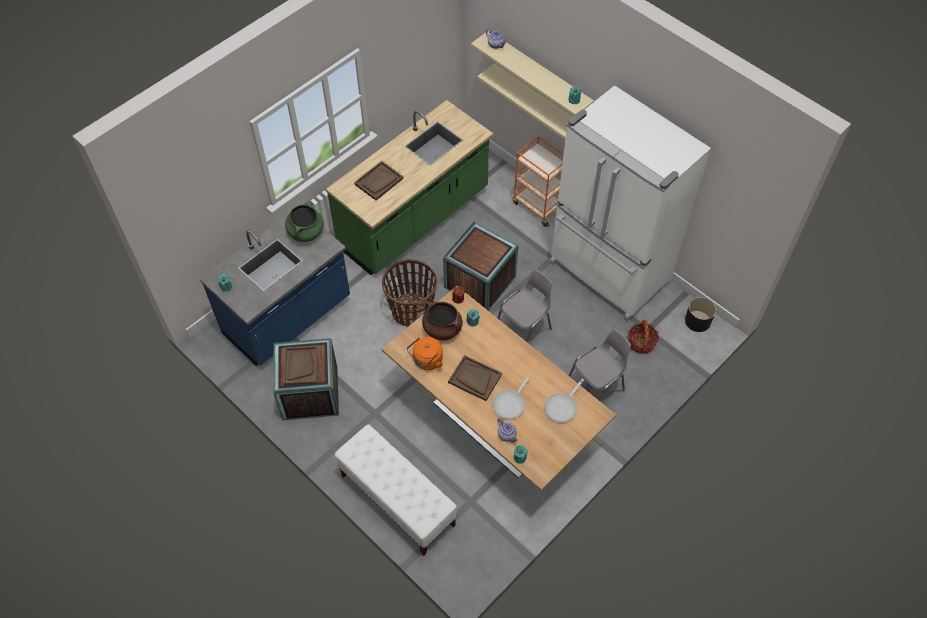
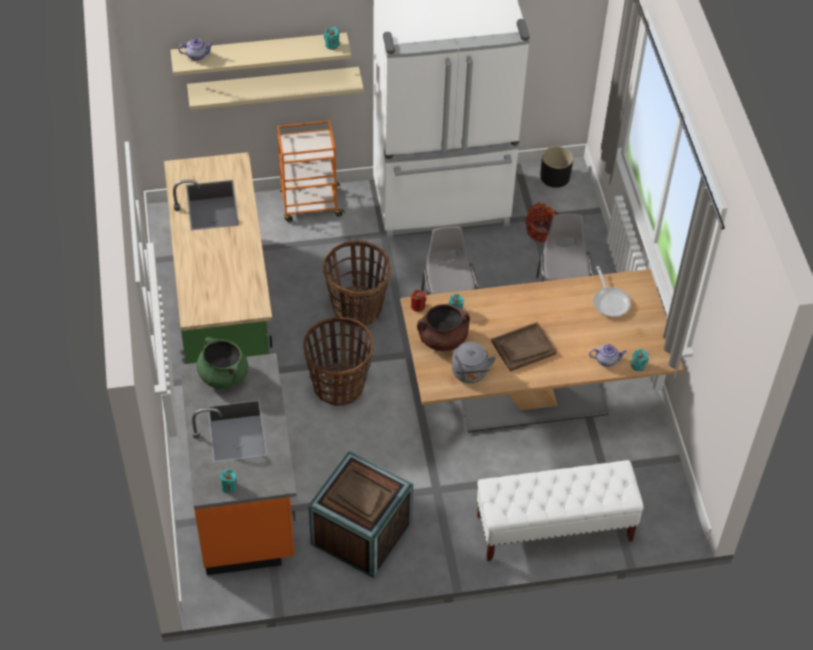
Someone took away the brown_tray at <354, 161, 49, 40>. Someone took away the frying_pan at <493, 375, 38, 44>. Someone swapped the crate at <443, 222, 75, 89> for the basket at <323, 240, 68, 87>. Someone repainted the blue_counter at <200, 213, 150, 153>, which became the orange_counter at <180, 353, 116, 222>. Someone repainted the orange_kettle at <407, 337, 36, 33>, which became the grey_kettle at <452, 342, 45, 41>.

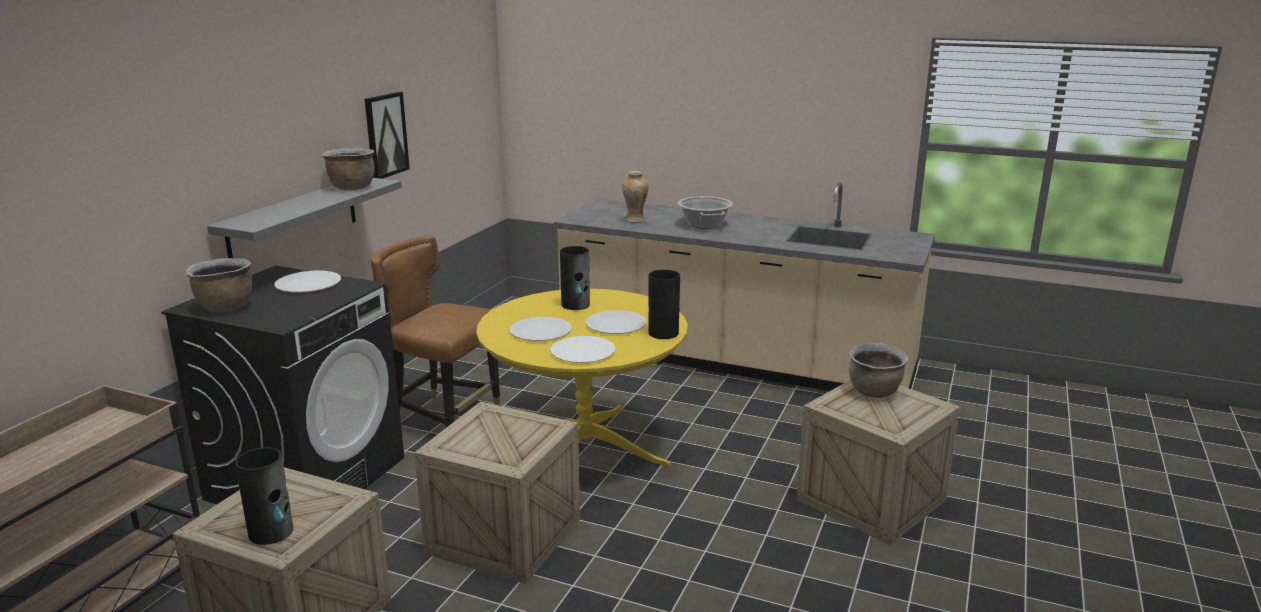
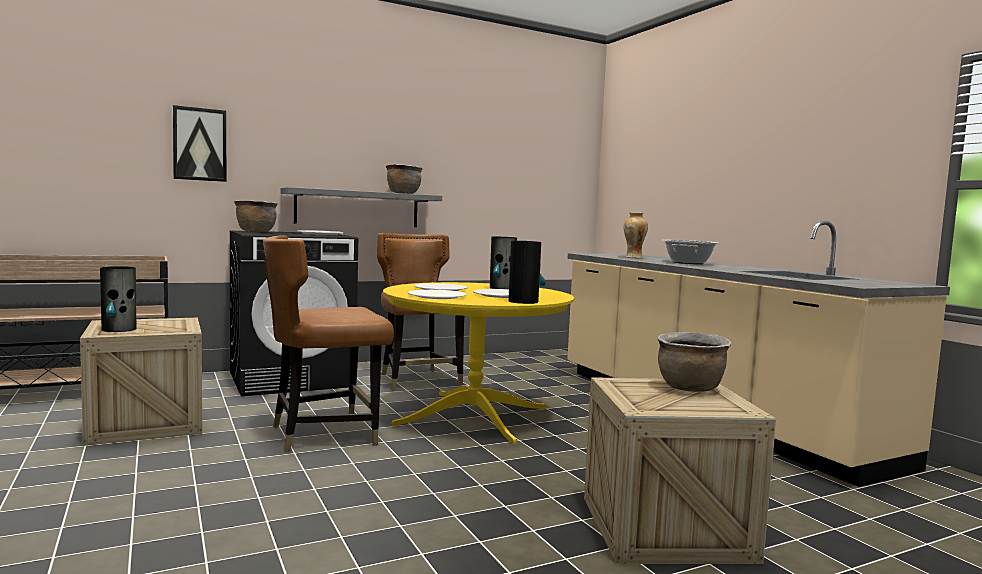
Someone carried the picture from <365, 92, 45, 87> to <173, 105, 53, 77>. Someone swapped the crate at <414, 401, 166, 183> for the brown_chair at <263, 235, 131, 217>.

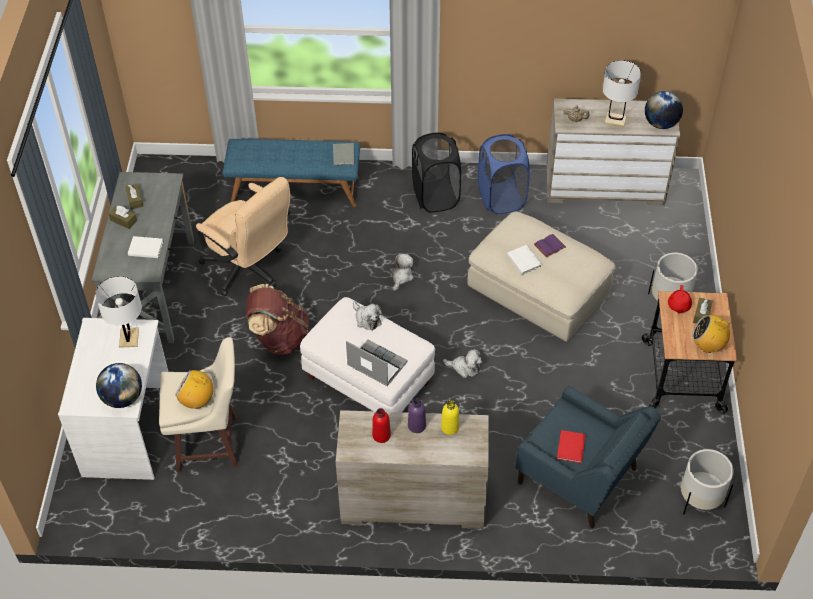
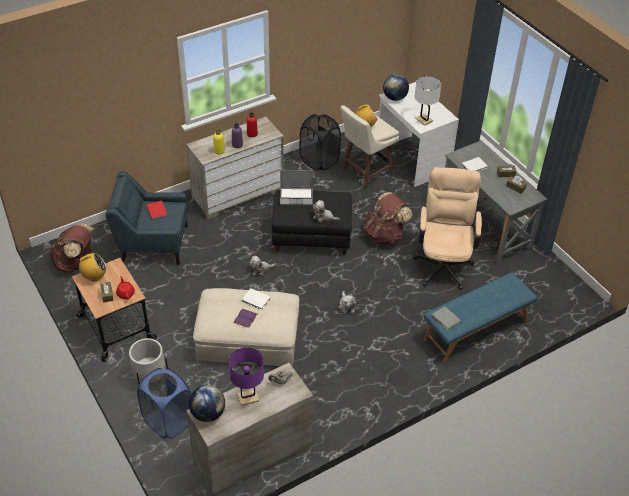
Someone carried the black_laundry_basket from <412, 133, 49, 80> to <300, 114, 41, 57>. Someone carried the blue_laundry_basket from <478, 134, 52, 80> to <137, 368, 54, 71>. Someone swapped the white_planter at <681, 449, 53, 66> for the brown_backpack at <49, 223, 45, 50>. Someone repainted the white_ottoman at <300, 297, 135, 115>, which became the black_ottoman at <272, 190, 80, 64>. Someone repainted the white_table_lamp at <603, 60, 38, 67>, which became the purple_table_lamp at <229, 348, 35, 58>. Someone rotated the beige_office_chair at <196, 177, 95, 120> by 90 degrees clockwise.

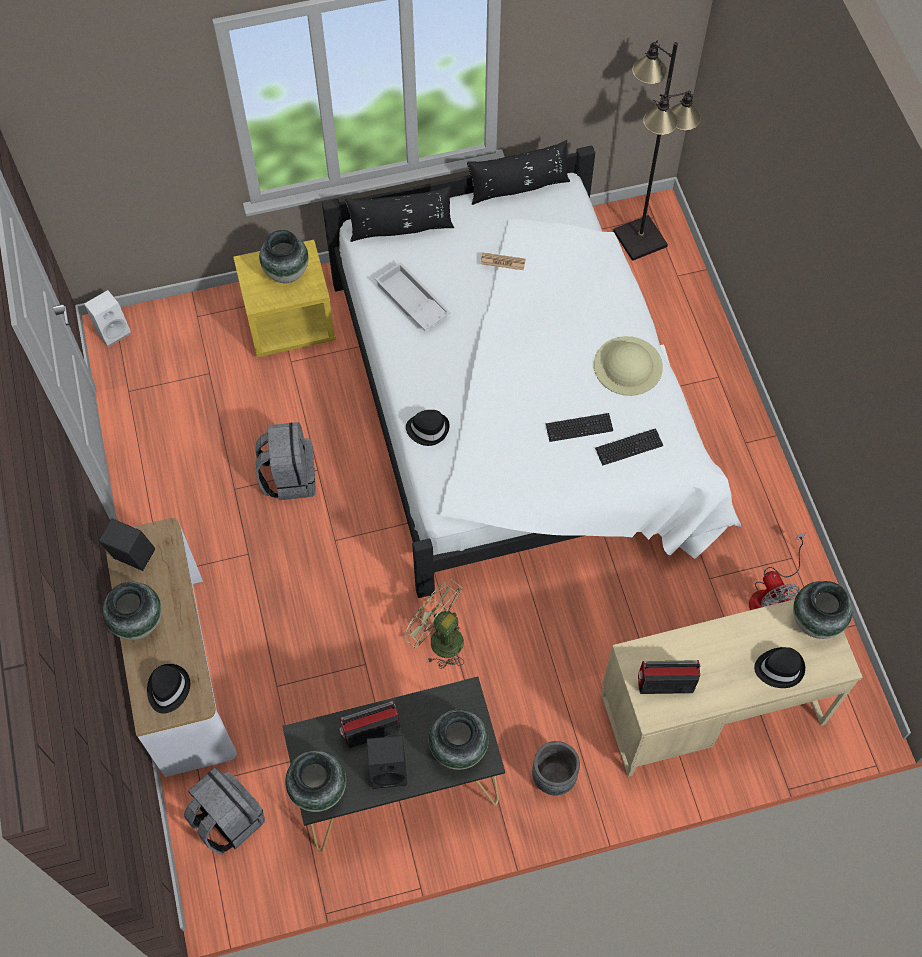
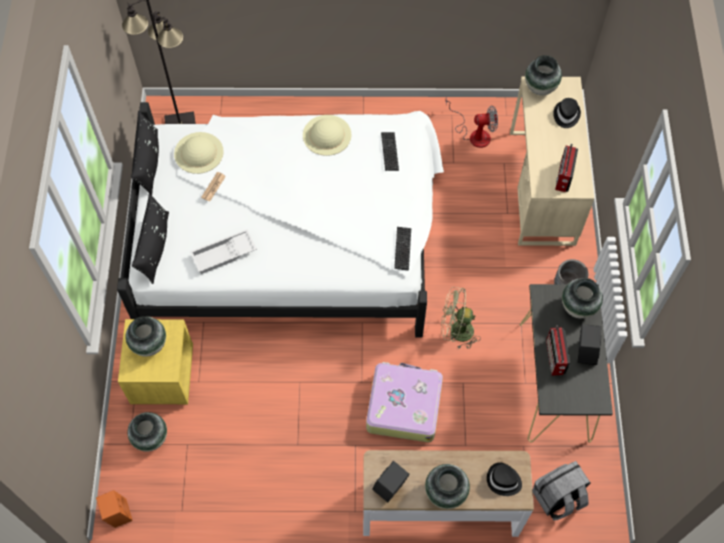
Someone took away the grey_backpack at <256, 422, 60, 78>. Someone took away the black_hat at <406, 410, 44, 36>. Someone put down the beige_hat at <174, 132, 50, 42>. Someone put down the suitcase at <366, 362, 77, 80>. Someone carried the vase from <285, 750, 61, 62> to <127, 412, 40, 39>. Someone carried the keyboard from <546, 413, 67, 29> to <394, 227, 17, 44>. Someone repainted the white_speaker at <84, 290, 47, 57>, which became the orange_speaker at <96, 490, 37, 38>. Someone rotated the green_fan at <404, 579, 60, 90> by 45 degrees clockwise.

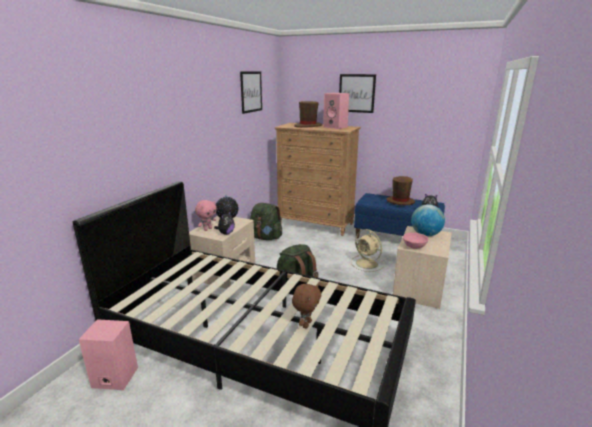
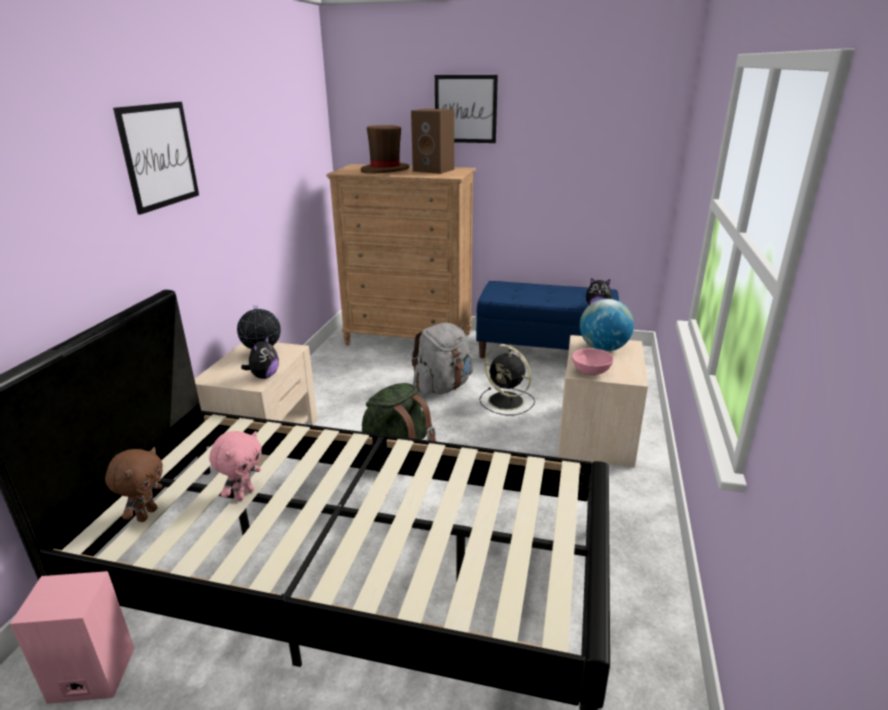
Someone took away the green_backpack at <250, 203, 32, 37>. Someone took away the brown_hat at <386, 176, 29, 29>. Someone put down the grey_backpack at <411, 323, 62, 72>. Someone carried the pink_plush_toy from <195, 200, 22, 31> to <209, 431, 53, 70>. Someone carried the picture from <240, 72, 22, 42> to <113, 102, 86, 113>. Someone carried the brown_plush_toy from <292, 284, 29, 44> to <105, 447, 58, 75>. Someone repainted the pink_speaker at <323, 93, 26, 36>, which became the brown_speaker at <411, 109, 43, 65>. Someone repainted the beige_fan at <351, 229, 33, 43>, which became the black_fan at <479, 345, 56, 70>.

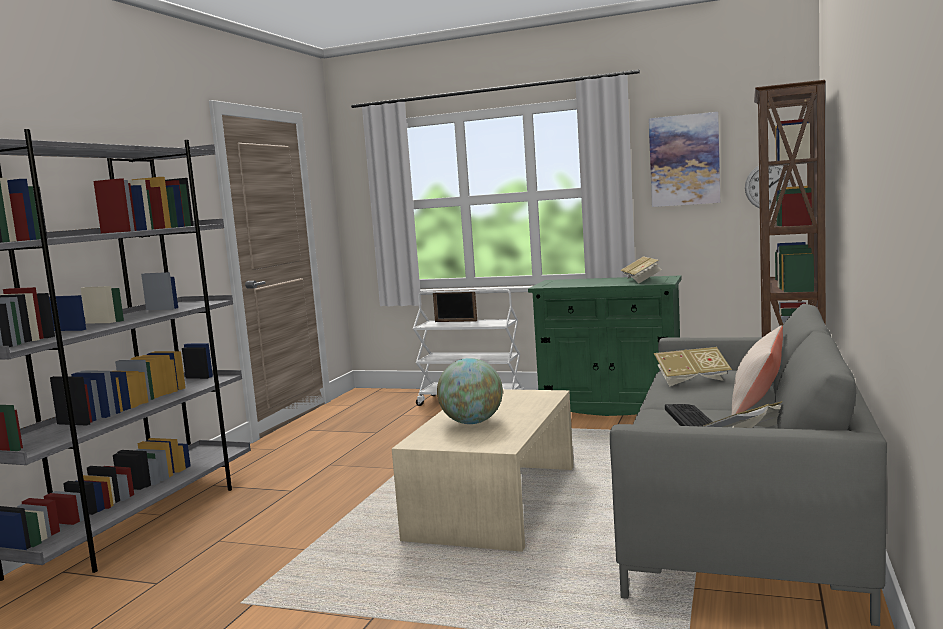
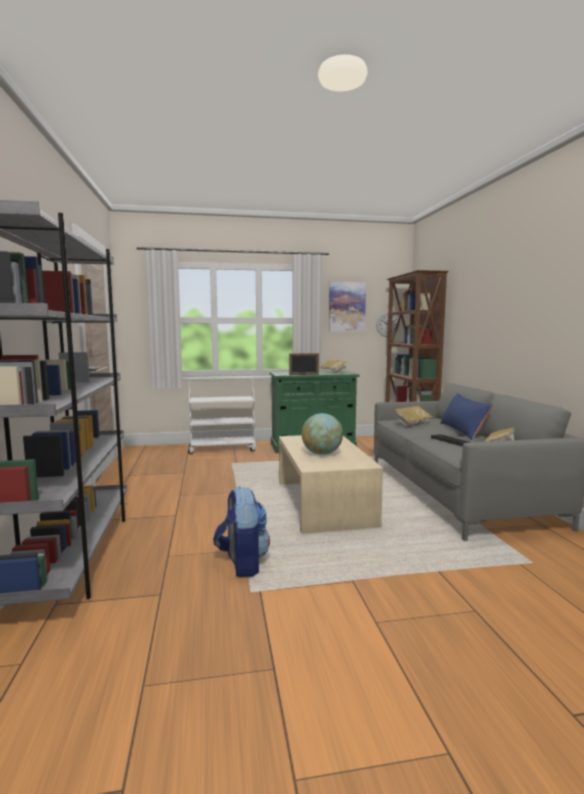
Someone put down the backpack at <213, 486, 57, 91>. Someone carried the picture_frame from <433, 289, 44, 33> to <289, 353, 30, 22>. Someone repainted the beige_pillow at <732, 325, 51, 90>, which became the blue_pillow at <440, 393, 53, 47>.

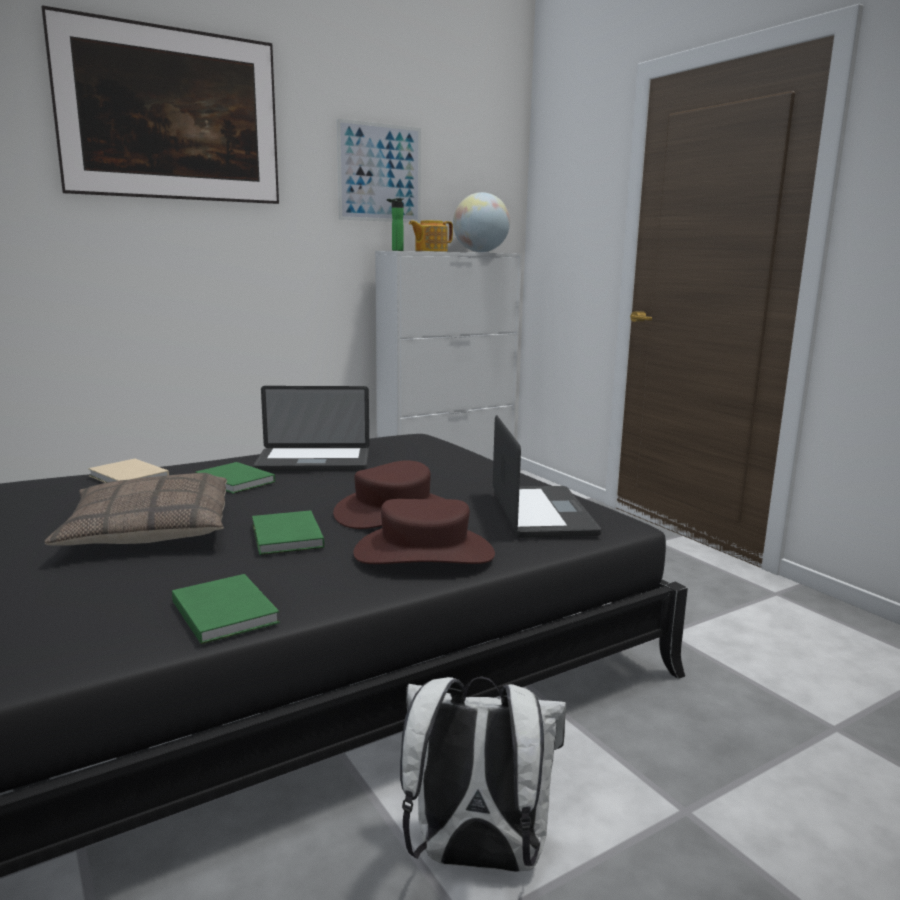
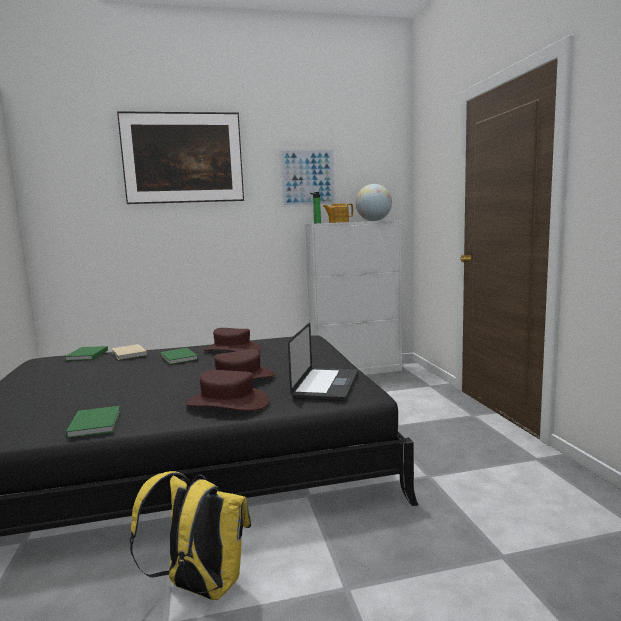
Someone took away the pillow at <44, 473, 183, 73>. Someone carried the green_book from <252, 510, 72, 45> to <64, 346, 44, 15>. Someone swapped the laptop at <253, 386, 116, 85> for the brown_hat at <204, 328, 57, 24>. Someone repainted the white_backpack at <400, 677, 166, 195>, which became the yellow_backpack at <129, 471, 122, 129>.

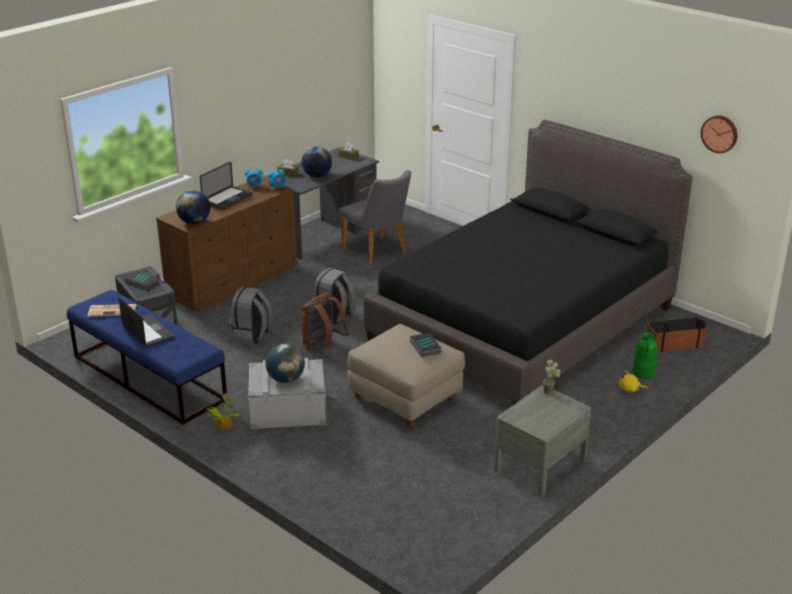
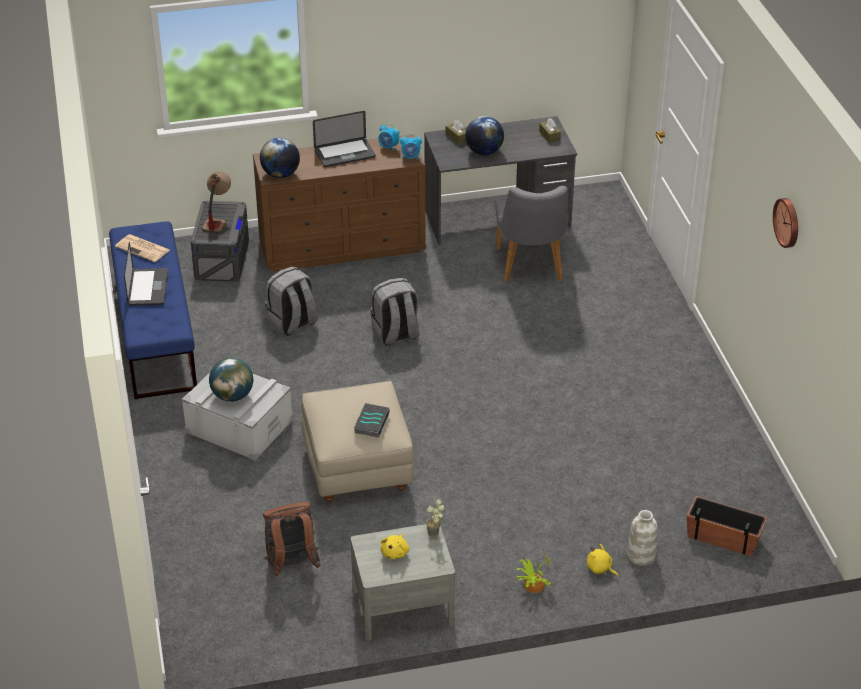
Someone took away the black_bed at <364, 120, 329, 285>. Someone put down the yellow_plush_toy at <381, 534, 28, 25>. Someone carried the potted_plant from <206, 392, 33, 38> to <516, 550, 38, 43>. Someone carried the brown_backpack from <301, 293, 49, 59> to <263, 502, 58, 74>. Someone carried the wall_clock from <701, 115, 36, 38> to <773, 198, 25, 50>. Someone swapped the book at <124, 270, 35, 19> for the table_lamp at <202, 172, 29, 61>. Someone repainted the green_vase at <632, 332, 25, 47>, which became the white_vase at <627, 510, 31, 56>.

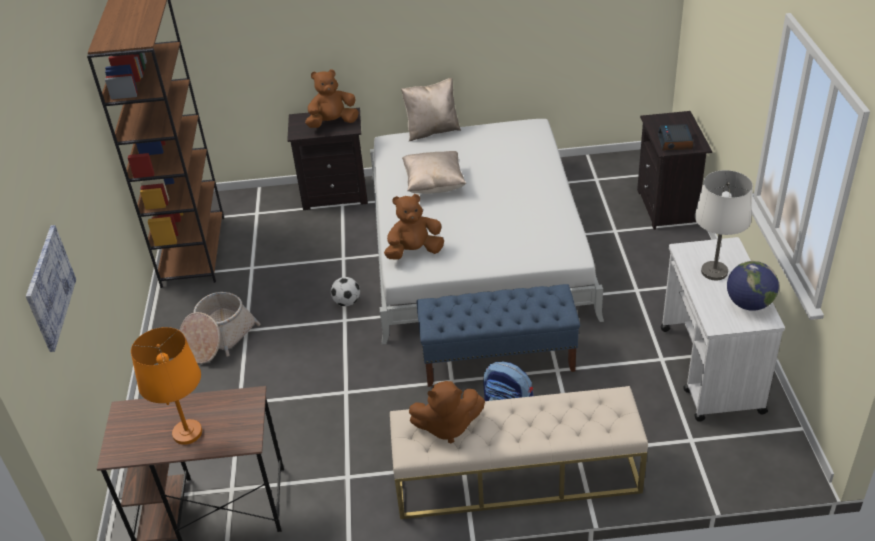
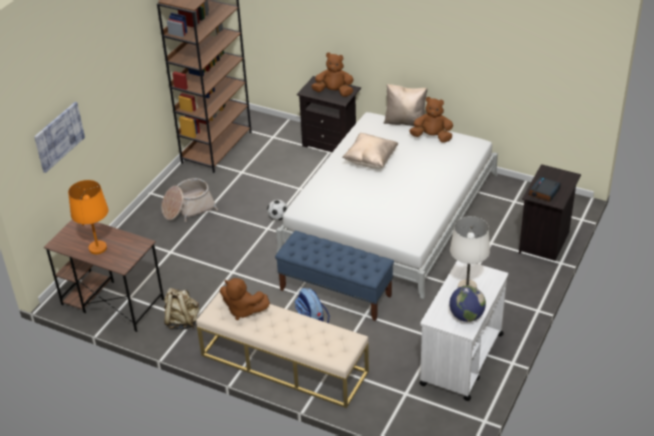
Someone put down the beige_backpack at <164, 288, 35, 42>. Someone carried the brown_plush_toy from <384, 194, 60, 66> to <409, 97, 44, 46>.

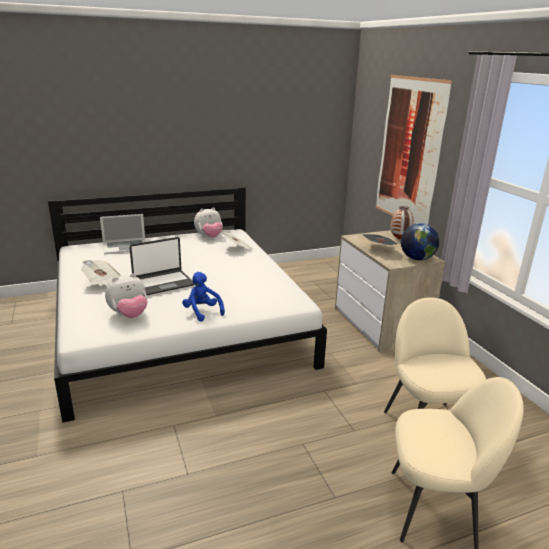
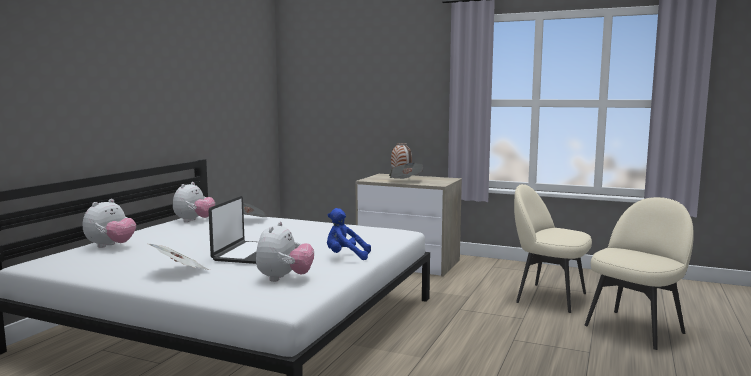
Someone took away the picture at <376, 75, 76, 149>. Someone took away the globe at <401, 223, 38, 37>. Someone swapped the laptop at <100, 214, 46, 40> for the plush_toy at <83, 199, 53, 49>.

